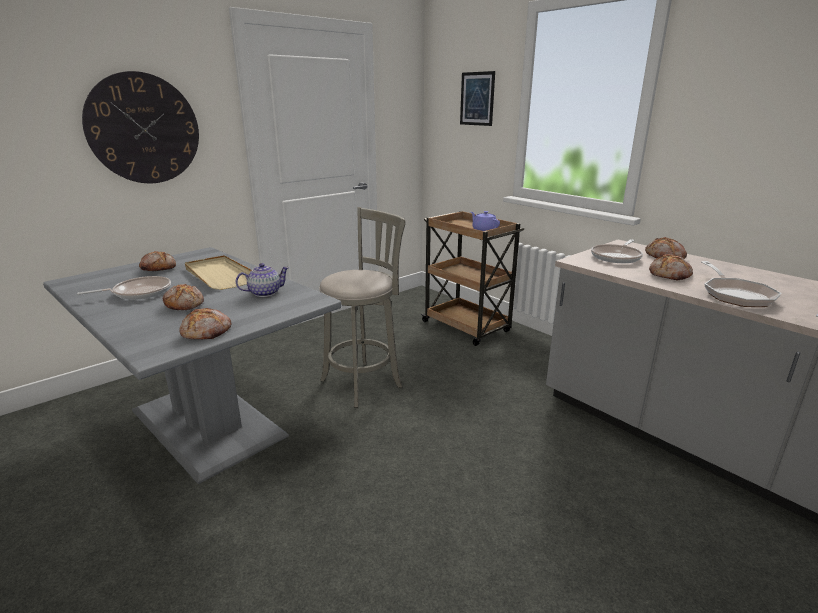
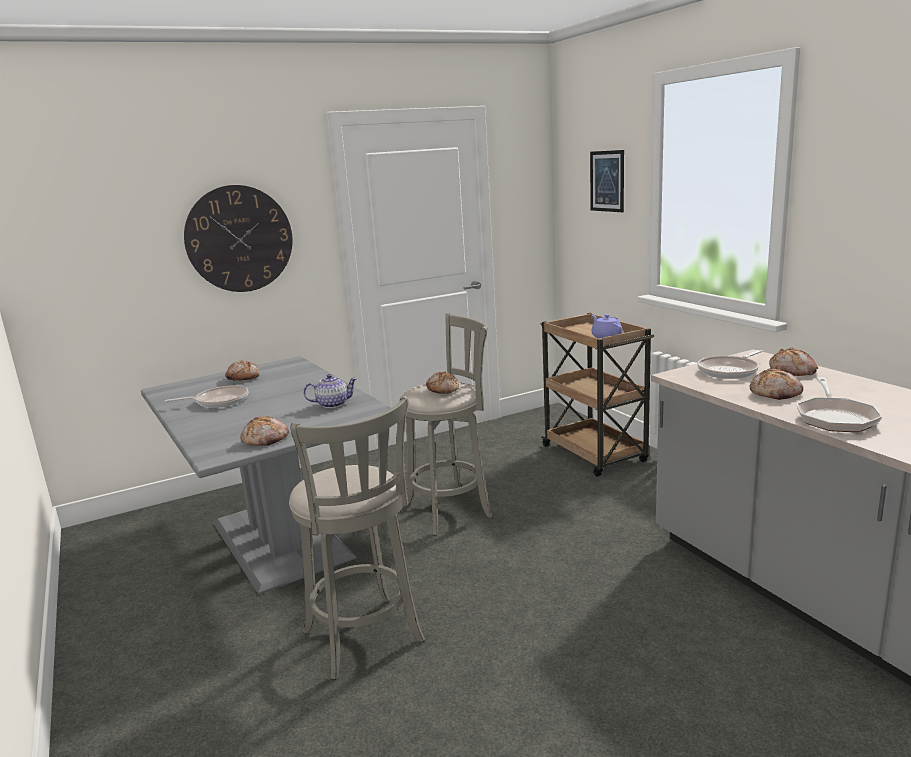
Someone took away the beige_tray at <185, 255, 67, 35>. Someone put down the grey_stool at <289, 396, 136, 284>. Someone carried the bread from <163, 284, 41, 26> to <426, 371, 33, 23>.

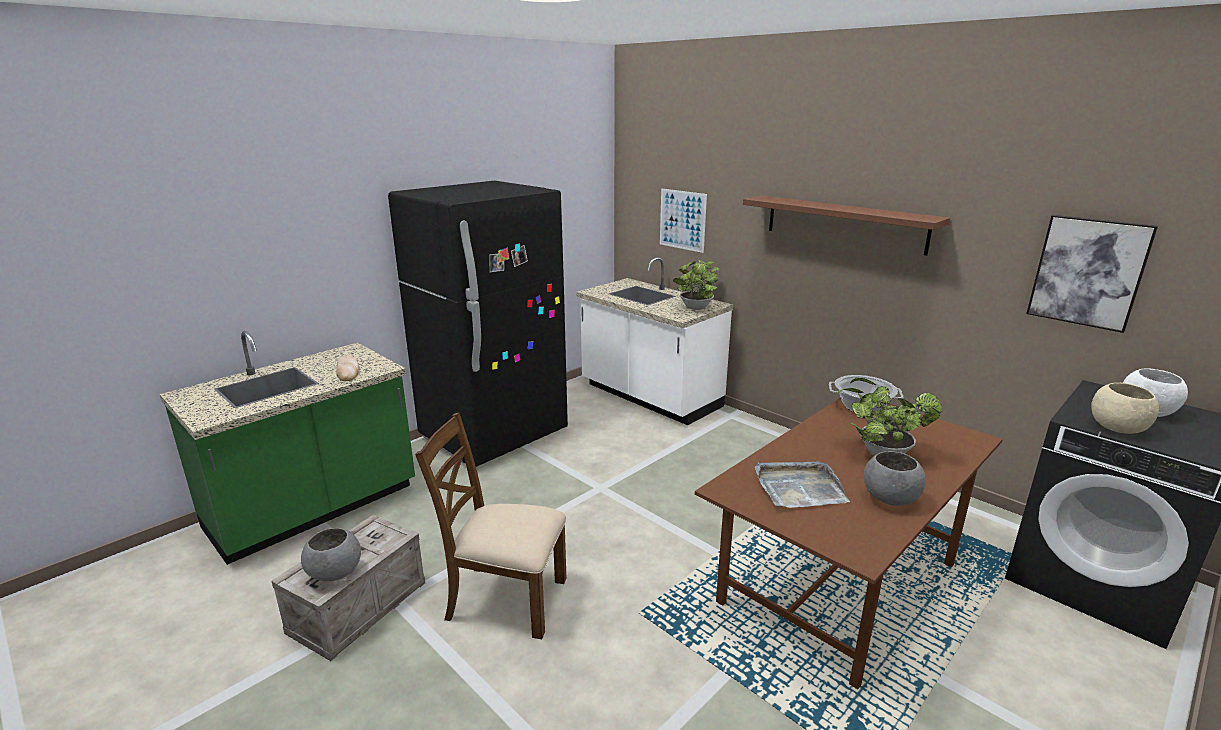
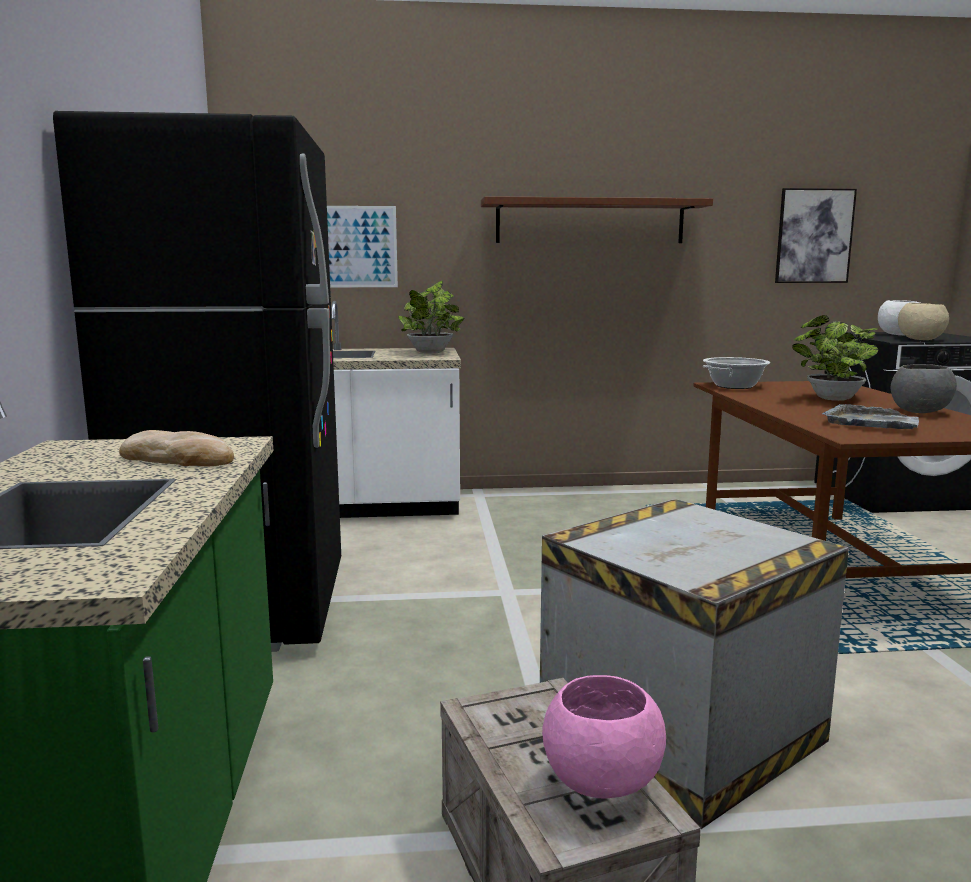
Someone swapped the brown_chair at <415, 413, 151, 226> for the crate at <540, 499, 309, 330>. Someone repainted the grey_bowl at <301, 528, 60, 53>, which became the pink_bowl at <542, 675, 124, 123>.

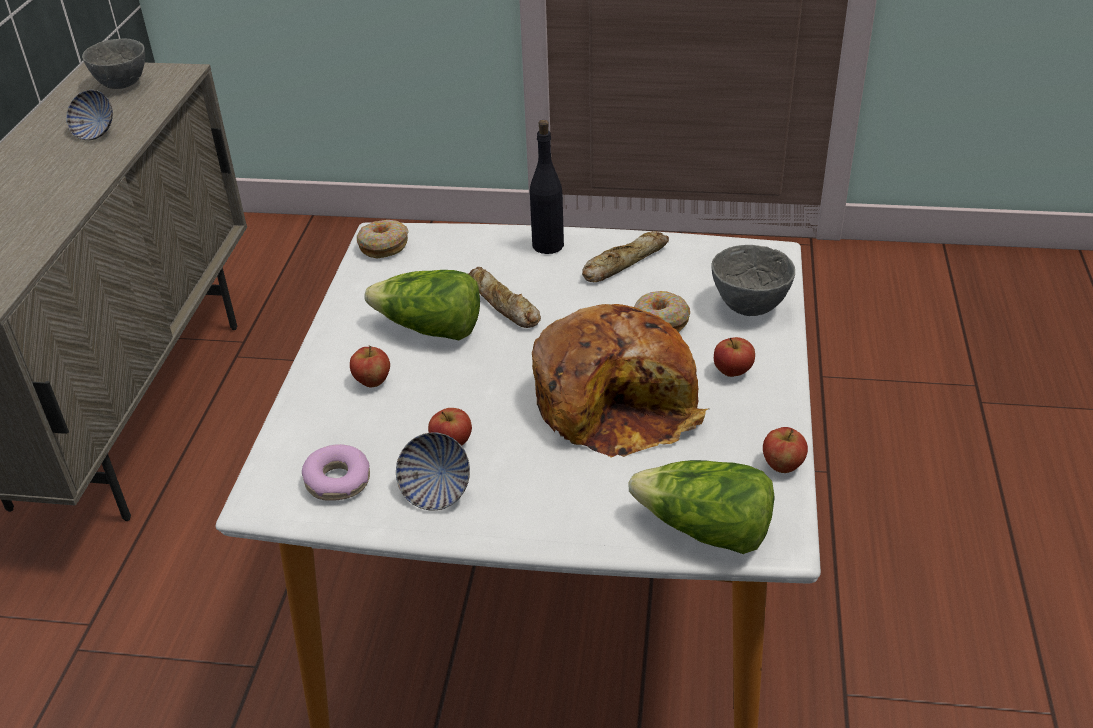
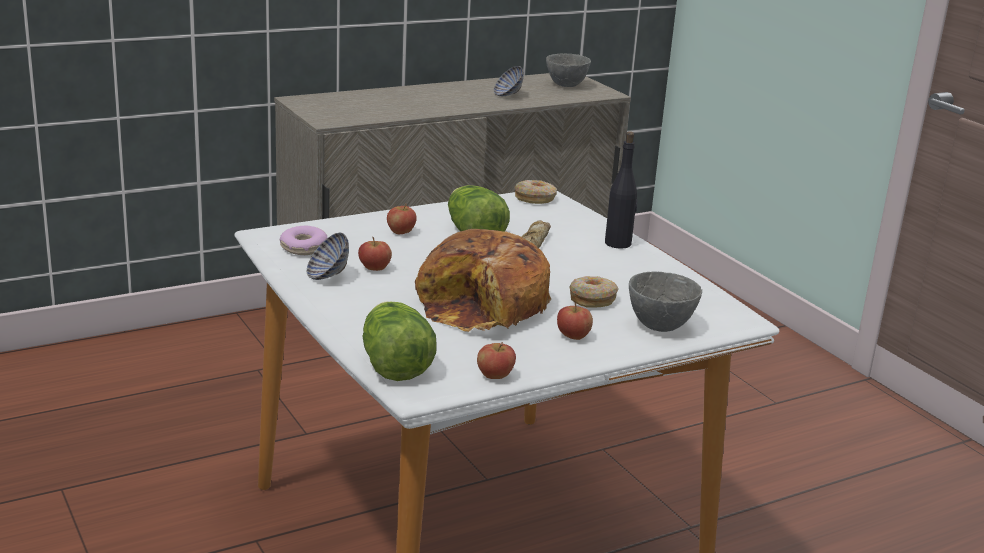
Someone took away the bread at <582, 231, 87, 51>.

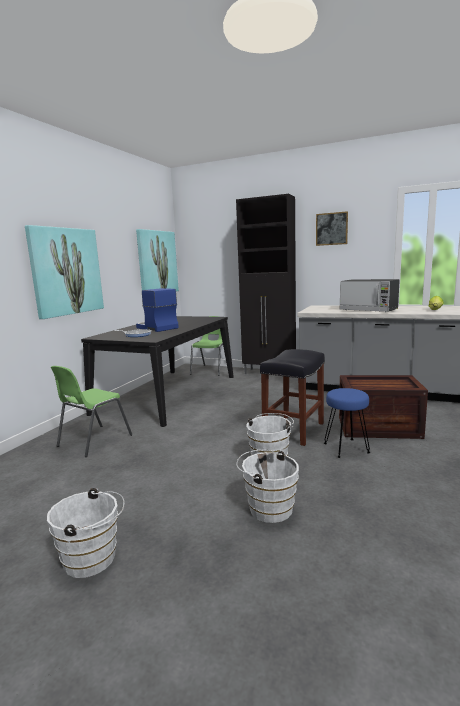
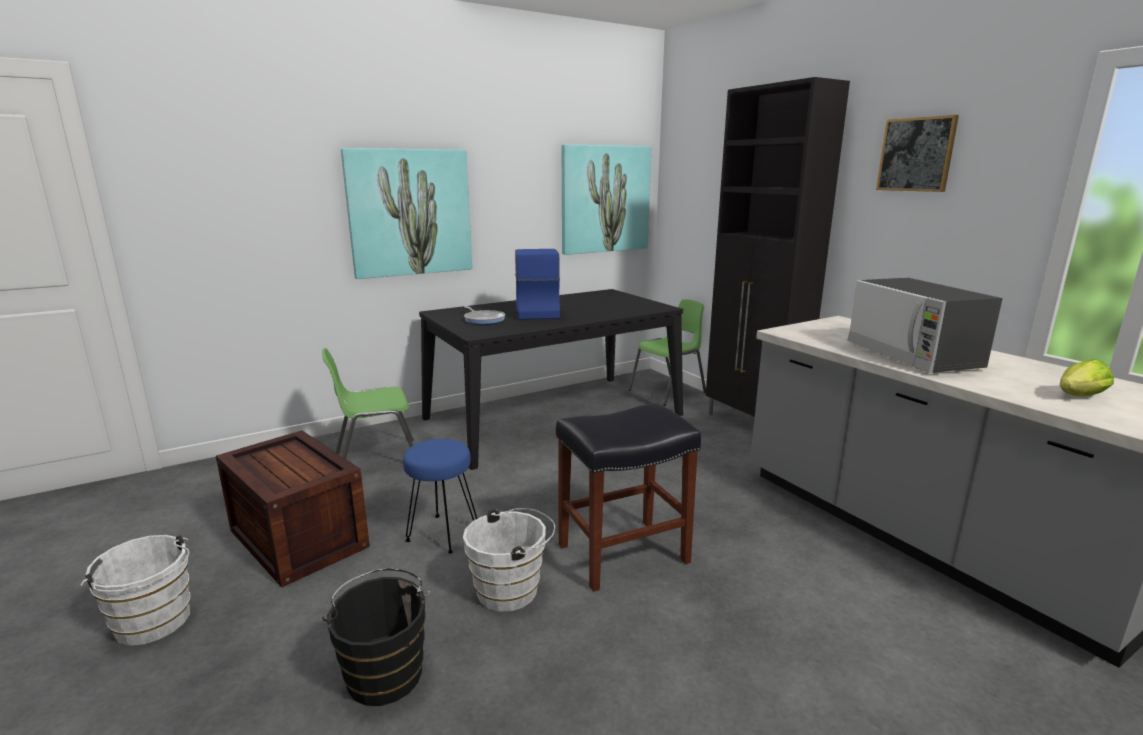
Someone carried the blue_stool from <324, 388, 46, 70> to <403, 439, 75, 115>. Someone carried the crate from <339, 375, 89, 64> to <216, 430, 154, 157>. Someone repainted the white_bucket at <236, 450, 63, 73>, which became the black_bucket at <322, 569, 108, 137>.

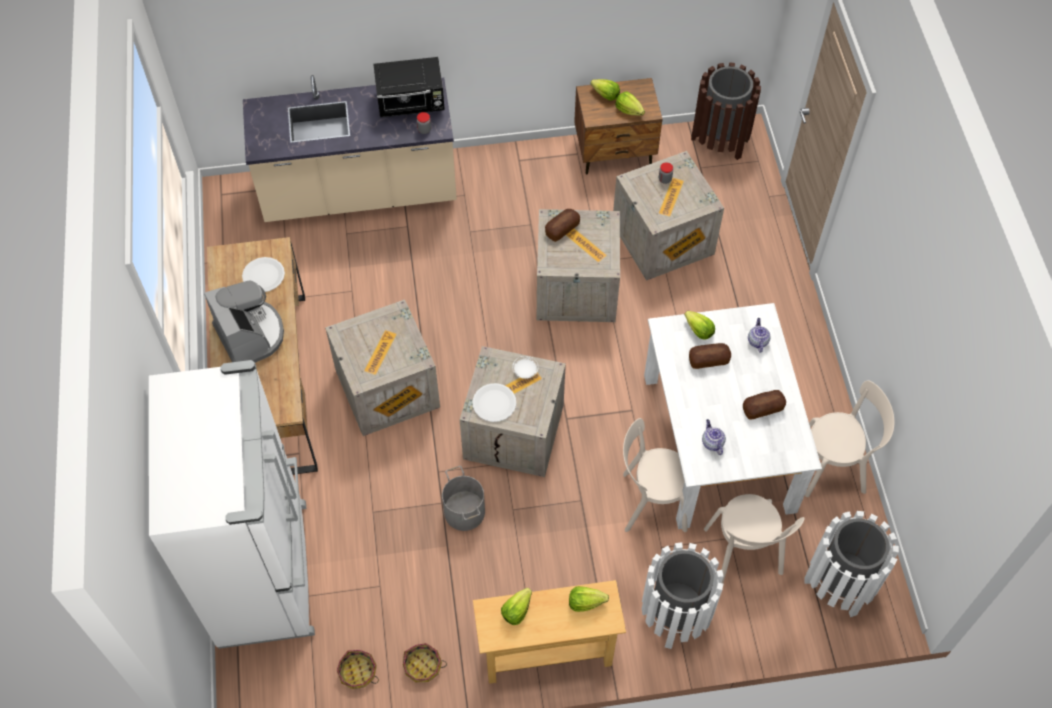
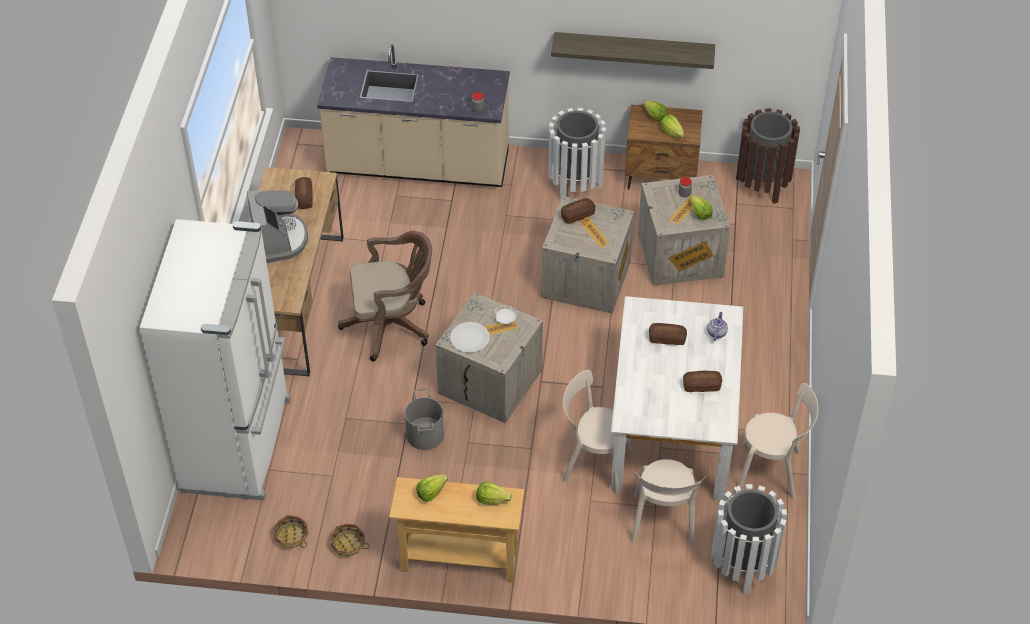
Someone took away the black_microwave at <373, 57, 72, 61>. Someone took away the teapot at <702, 419, 24, 36>. Someone put up the shelf at <551, 32, 164, 37>. Someone carried the white_trash_can from <642, 542, 82, 107> to <548, 108, 58, 92>. Someone carried the lettuce from <684, 311, 31, 29> to <691, 195, 22, 25>. Someone swapped the white_plate at <242, 257, 43, 35> for the bread at <295, 177, 18, 32>. Someone swapped the crate at <325, 300, 115, 136> for the brown_office_chair at <338, 231, 94, 130>.

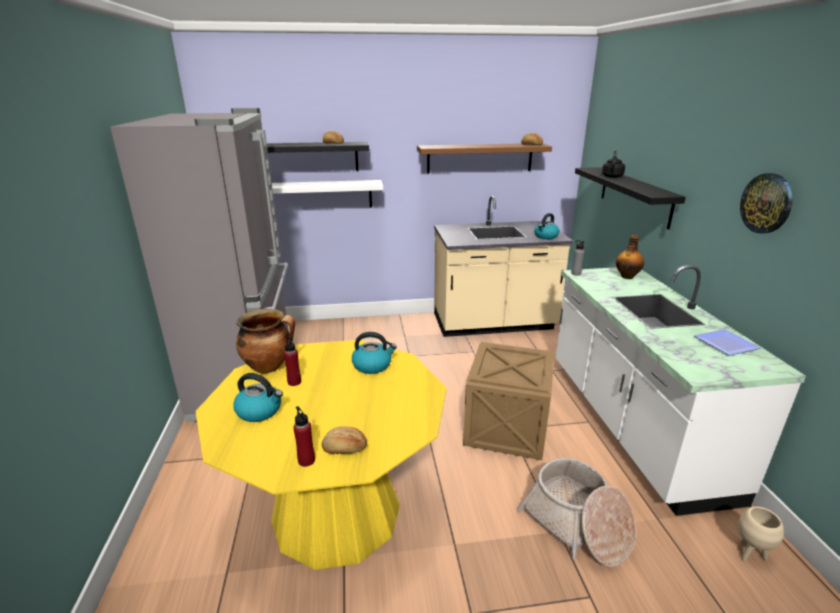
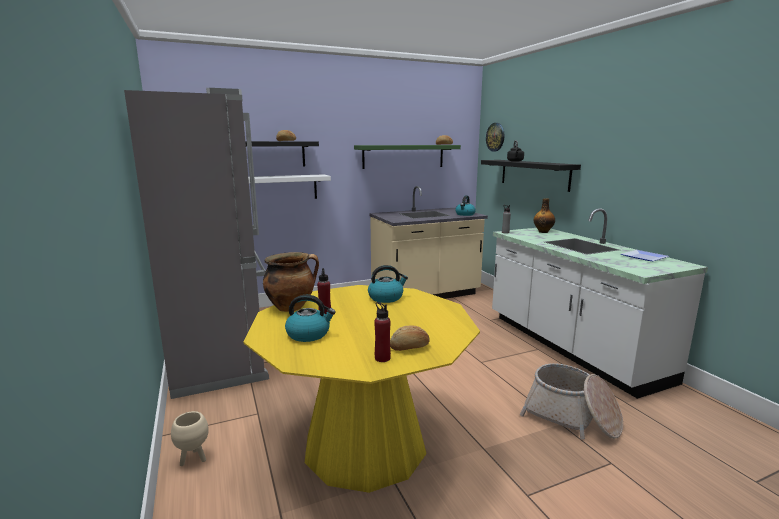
Someone took away the crate at <463, 342, 91, 118>. Someone carried the beige_planter from <738, 506, 46, 55> to <171, 411, 38, 55>. Someone carried the wall_clock from <740, 173, 53, 61> to <486, 123, 18, 29>. Someone repainted the brown_shelf at <417, 144, 135, 30>, which became the green_shelf at <354, 145, 107, 24>.

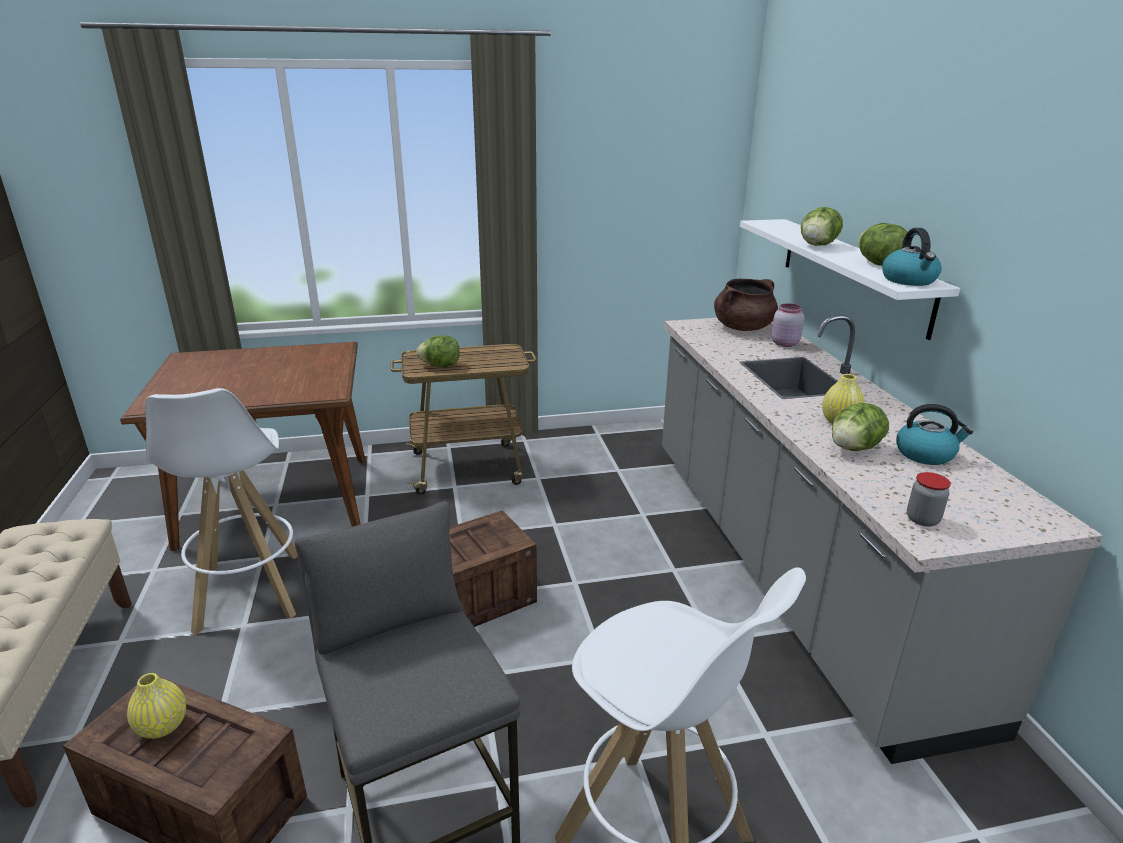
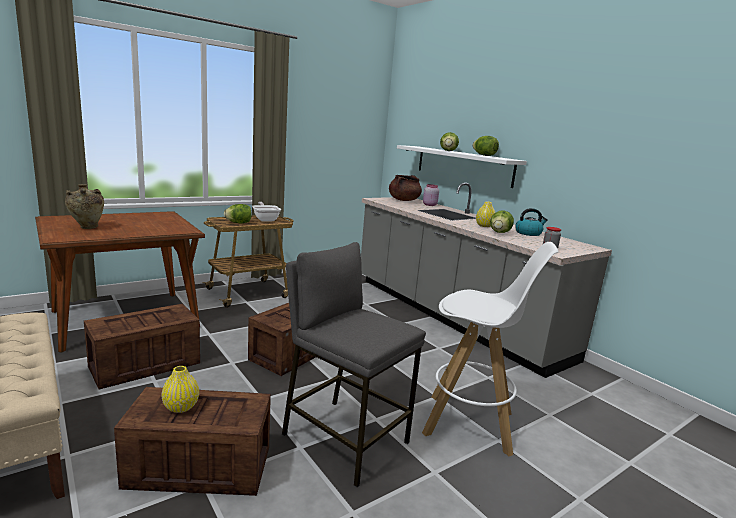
Someone took away the kettle at <882, 228, 60, 58>. Someone put down the beige_vase at <65, 184, 39, 45>. Someone put down the frying_pan at <252, 202, 29, 20>. Someone swapped the white_stool at <145, 388, 153, 247> for the crate at <84, 303, 116, 86>.

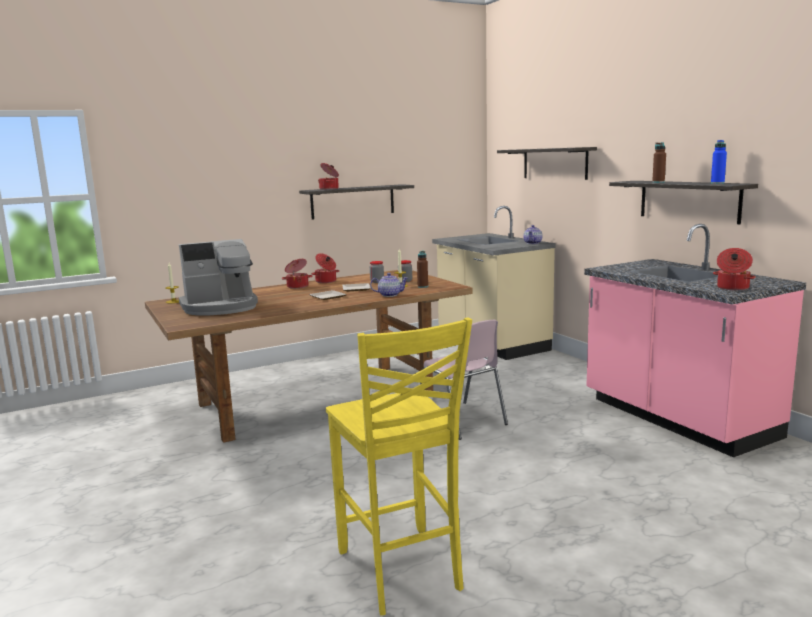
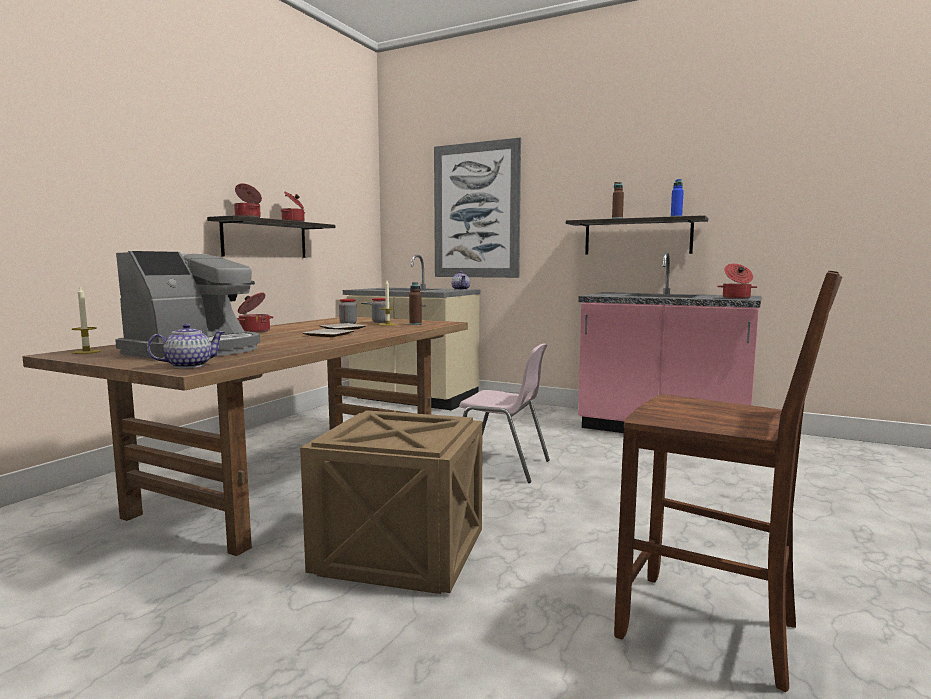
Someone put down the crate at <300, 410, 182, 184>. Someone carried the cooking_pot from <311, 253, 28, 30> to <280, 191, 25, 31>. Someone carried the teapot from <370, 273, 38, 24> to <147, 324, 78, 44>. Someone swapped the shelf at <497, 147, 100, 33> for the picture at <434, 138, 87, 140>. Someone repainted the yellow_chair at <326, 318, 146, 298>, which became the brown_chair at <614, 271, 228, 421>.

